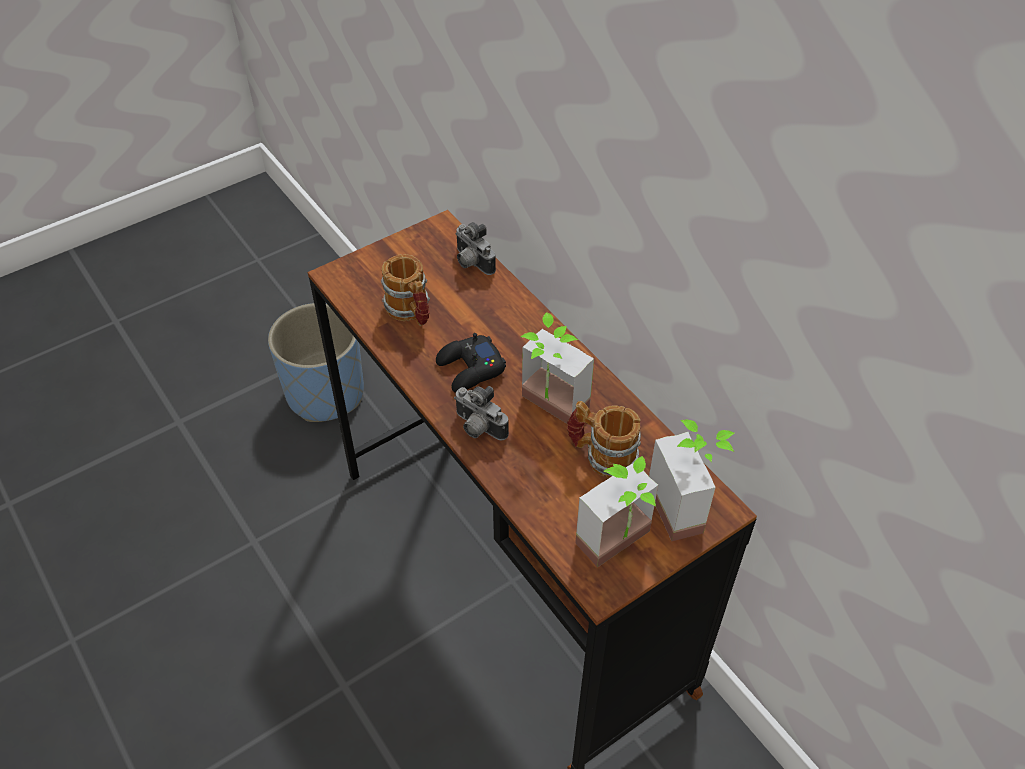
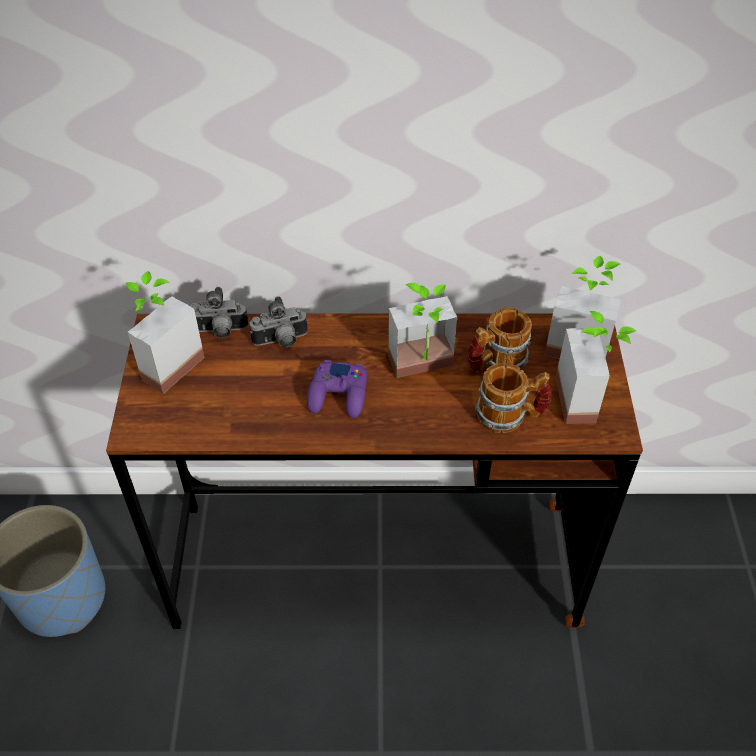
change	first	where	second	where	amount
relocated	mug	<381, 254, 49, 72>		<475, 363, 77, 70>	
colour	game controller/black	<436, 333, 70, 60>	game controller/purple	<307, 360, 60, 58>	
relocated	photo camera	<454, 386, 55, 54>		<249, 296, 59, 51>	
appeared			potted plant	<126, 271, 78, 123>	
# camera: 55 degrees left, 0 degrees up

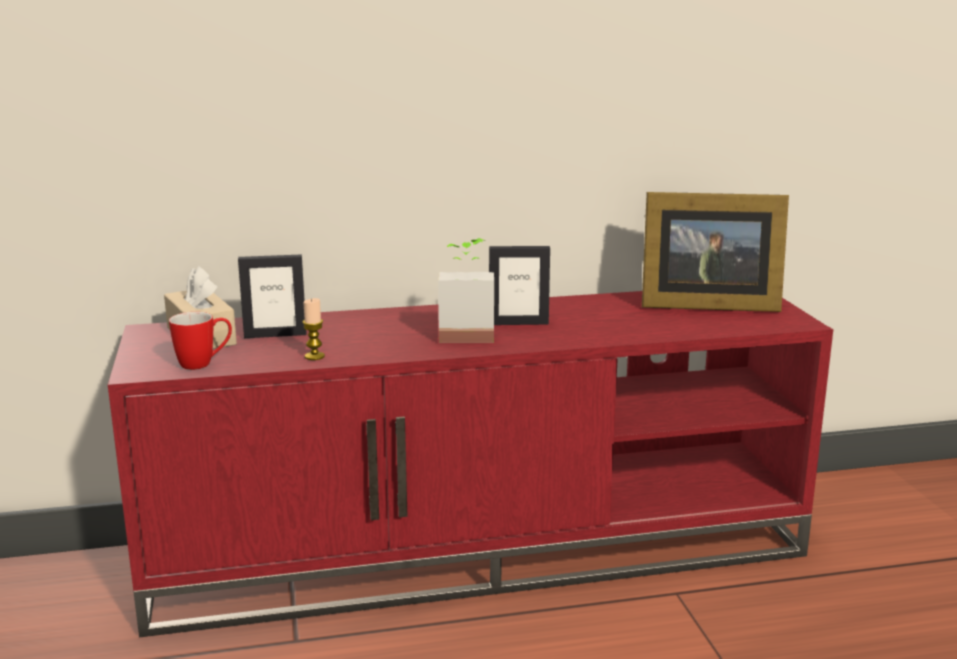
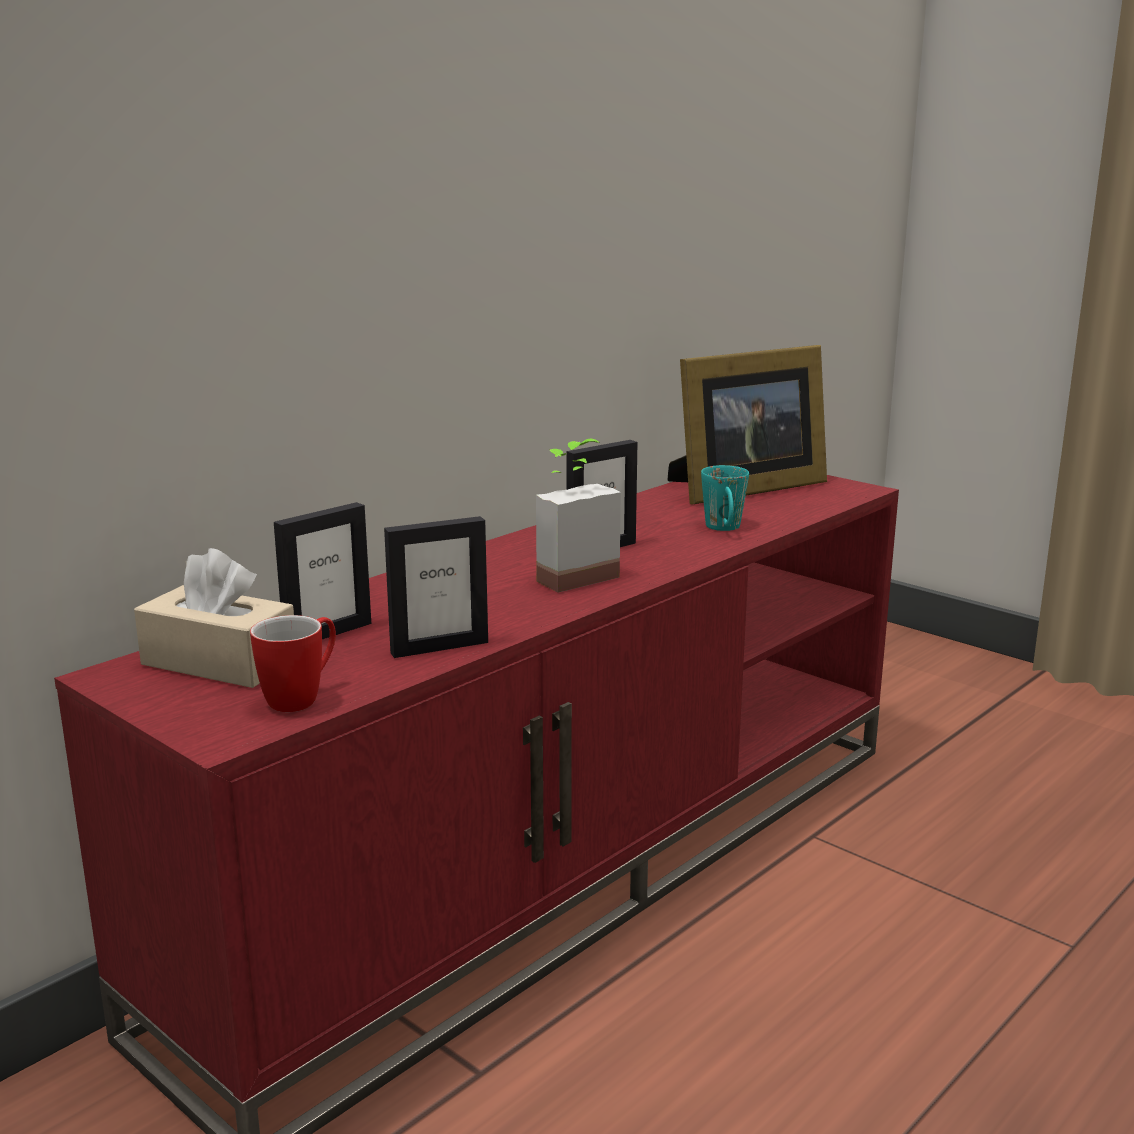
change	first	where	second	where	amount
exchanged	candle	<302, 298, 23, 62>	picture frame	<384, 516, 104, 142>	
appeared			mug/turquoise	<701, 465, 48, 66>	
# camera: 35 degrees left, 0 degrees up

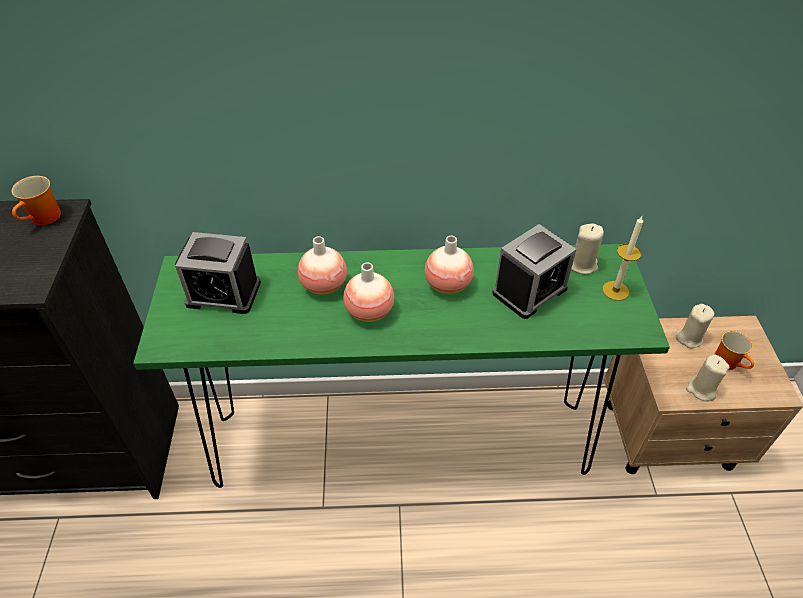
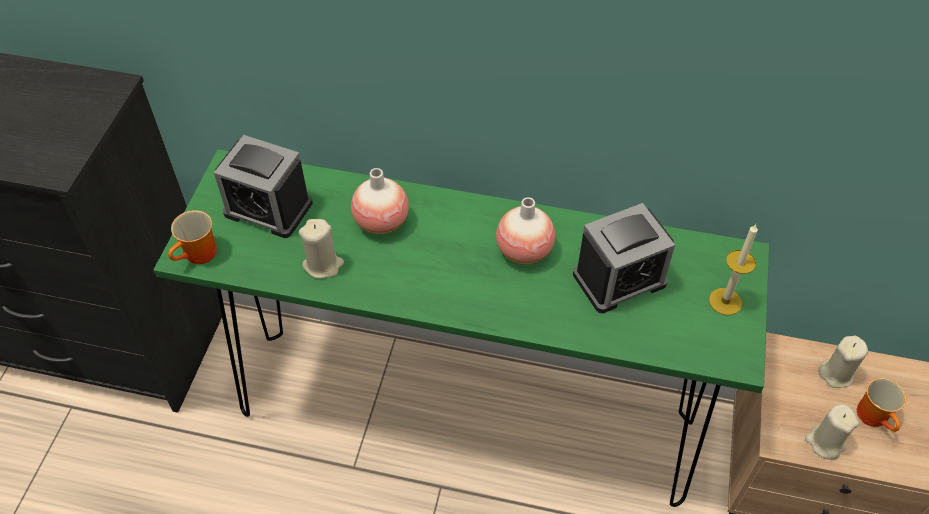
change	first	where	second	where	amount
relocated	mug	<11, 176, 50, 50>		<168, 210, 49, 54>	
relocated	candle/beige	<571, 223, 33, 51>		<299, 219, 45, 60>	
missing	vase	<343, 262, 51, 60>			
# camera: 15 degrees right, 5 degrees up

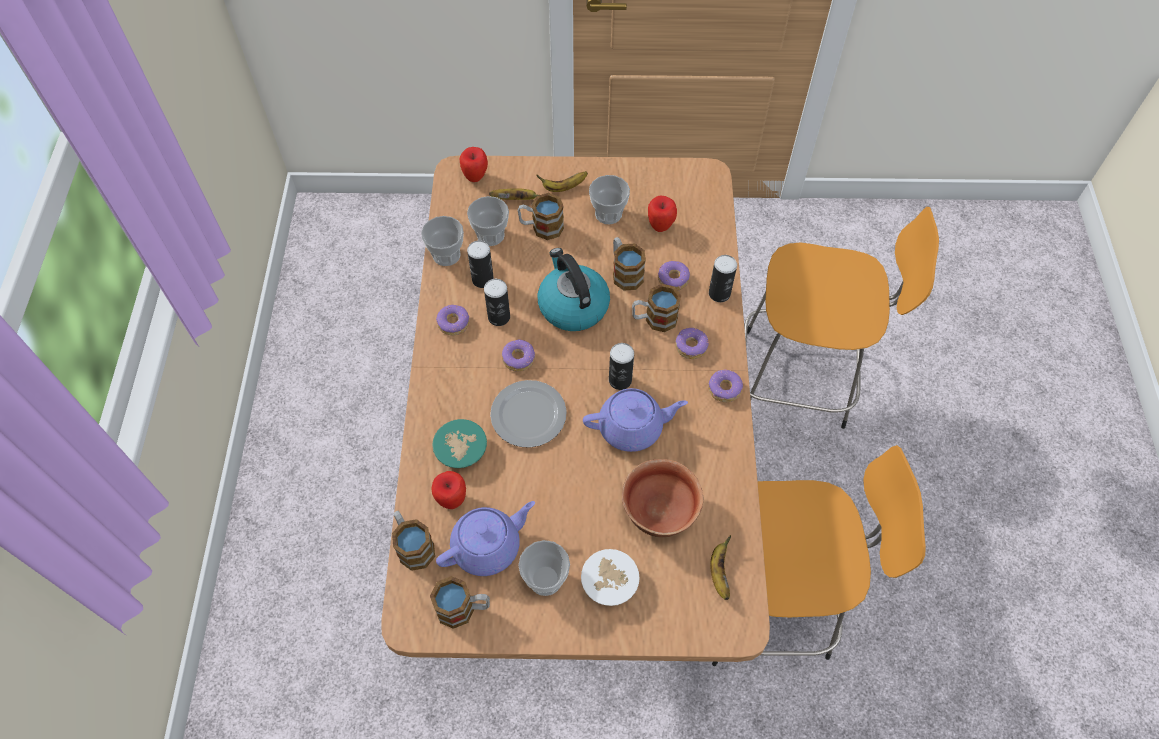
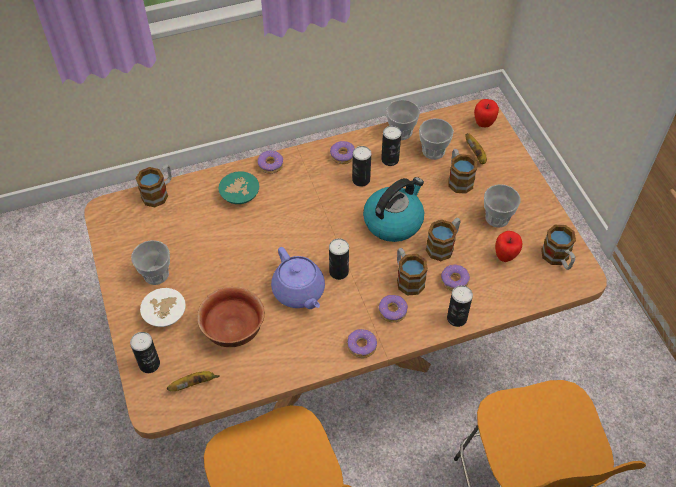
change	first	where	second	where	amount
missing	banana	<537, 171, 51, 21>			
relocated	donut	<502, 340, 33, 31>		<258, 150, 25, 24>	
missing	plate	<490, 380, 77, 68>			
missing	apple	<431, 471, 35, 38>			
missing	teapot/purple	<436, 501, 99, 75>			
relocated	mug	<430, 576, 60, 53>		<541, 225, 35, 45>	
appeared			can	<130, 332, 30, 41>	
# camera: 70 degrees right, 5 degrees down

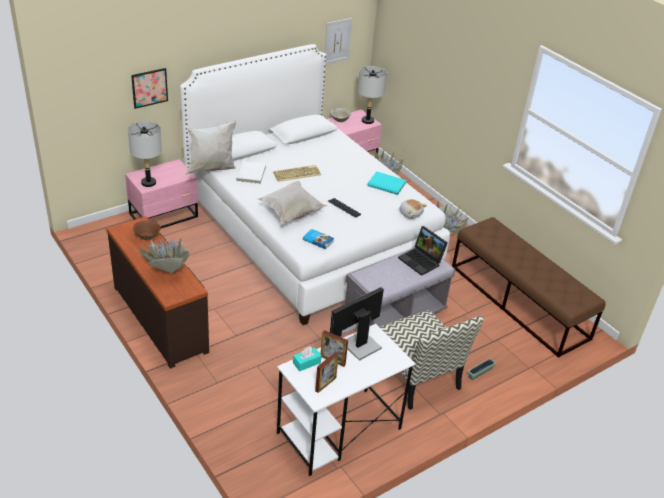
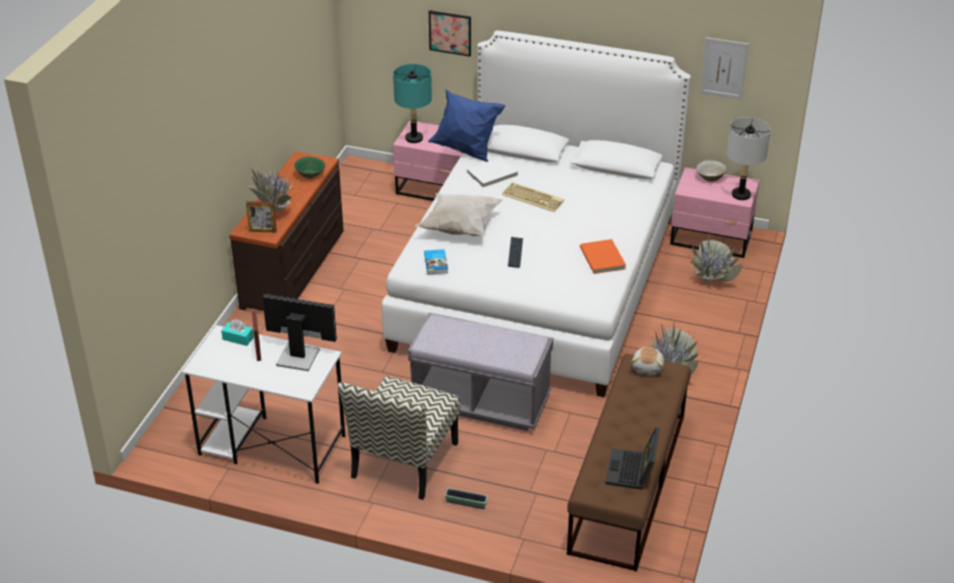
change	first	where	second	where	amount
colour	pillow/white	<185, 120, 51, 55>	pillow/blue	<428, 89, 77, 73>	
colour	table lamp/grey	<128, 121, 34, 66>	table lamp/turquoise	<393, 64, 39, 79>	
colour	book/turquoise	<367, 172, 39, 23>	book/orange	<580, 239, 46, 35>	
relocated	plush toy	<399, 199, 28, 20>		<632, 347, 32, 28>	
colour	bowl/brown	<133, 221, 28, 19>	bowl/green	<294, 157, 31, 22>	
relocated	laptop	<398, 226, 50, 50>		<605, 428, 55, 62>	
relocated	picture frame	<315, 352, 24, 41>		<246, 201, 31, 32>	
# camera: 55 degrees right, 0 degrees up

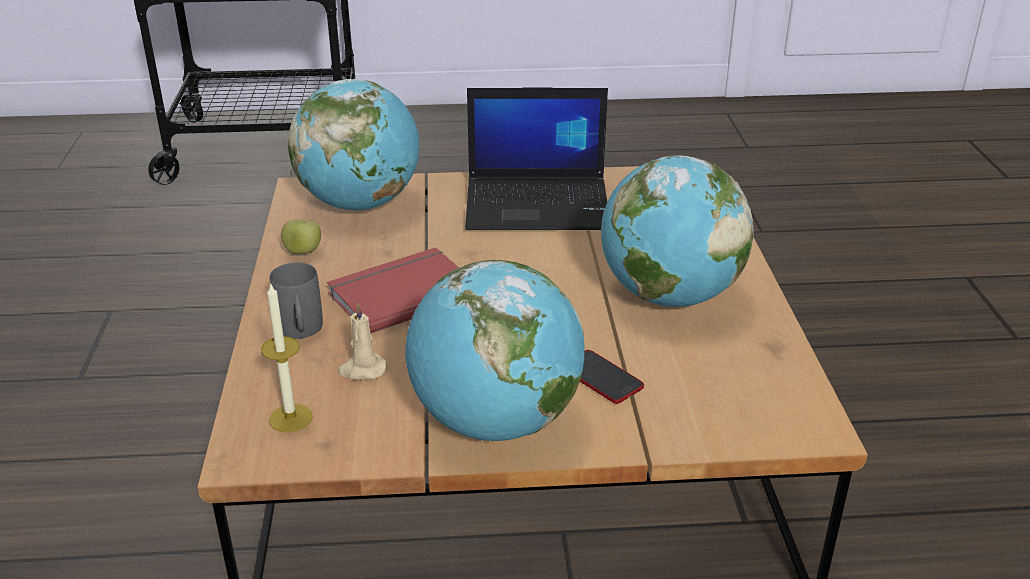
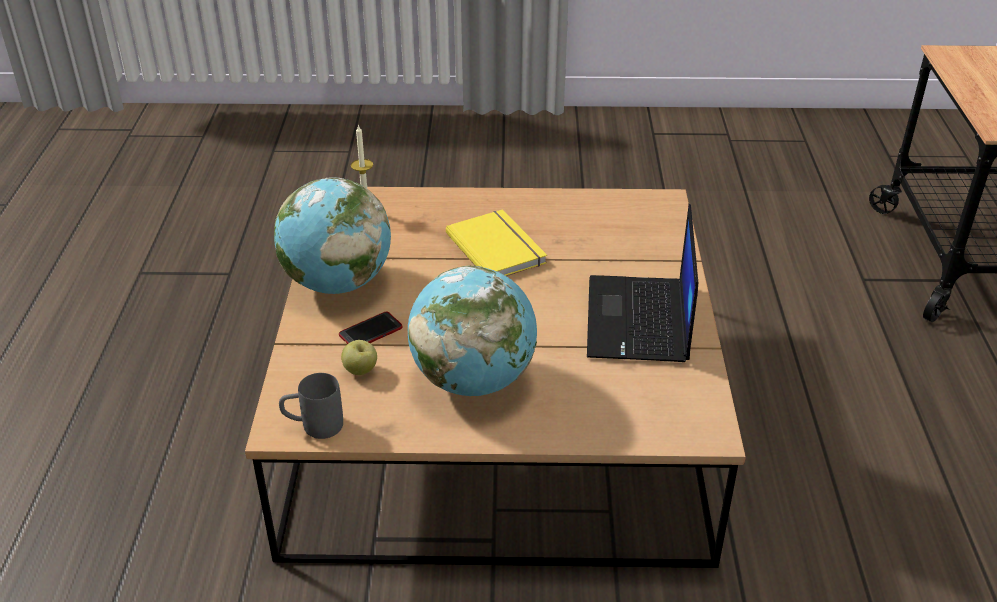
change	first	where	second	where	amount
missing	globe	<288, 79, 132, 132>			
relocated	apple	<281, 219, 40, 35>		<341, 340, 36, 35>	
colour	book/red	<327, 247, 132, 86>	book/yellow	<446, 209, 101, 67>	
relocated	mug/grey	<270, 262, 53, 77>		<279, 373, 64, 66>	
missing	candle/beige	<337, 302, 50, 78>			
# camera: 95 degrees right, 5 degrees up

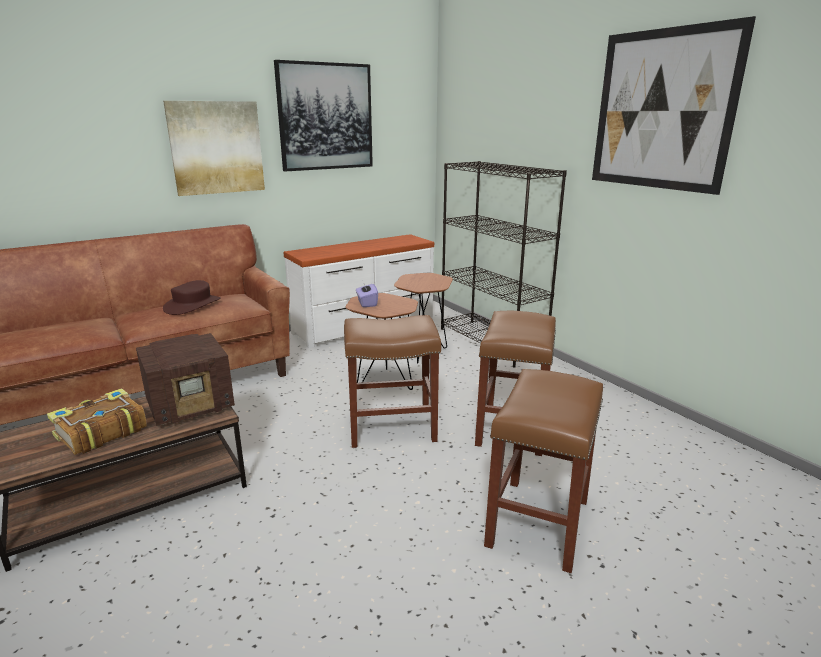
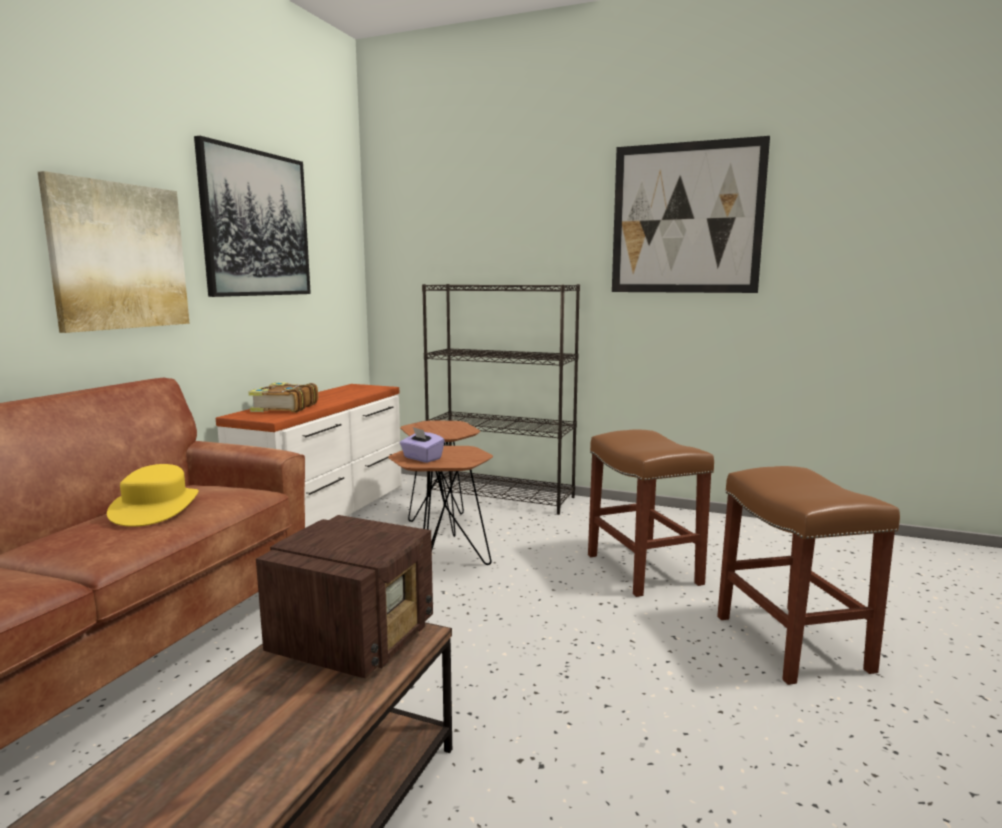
change	first	where	second	where	amount
colour	hat/brown	<163, 280, 58, 35>	hat/yellow	<107, 464, 92, 63>	
missing	stool/brown	<344, 315, 97, 133>			
relocated	book	<47, 388, 100, 67>		<248, 382, 70, 31>	
# camera: 35 degrees left, 10 degrees down

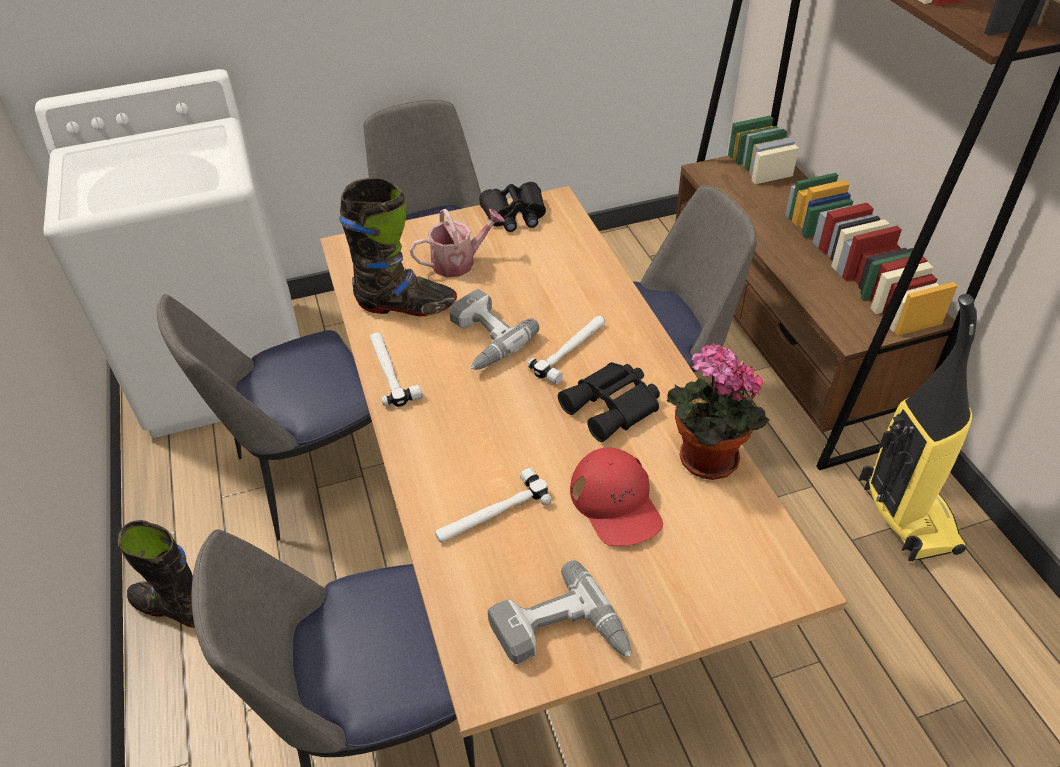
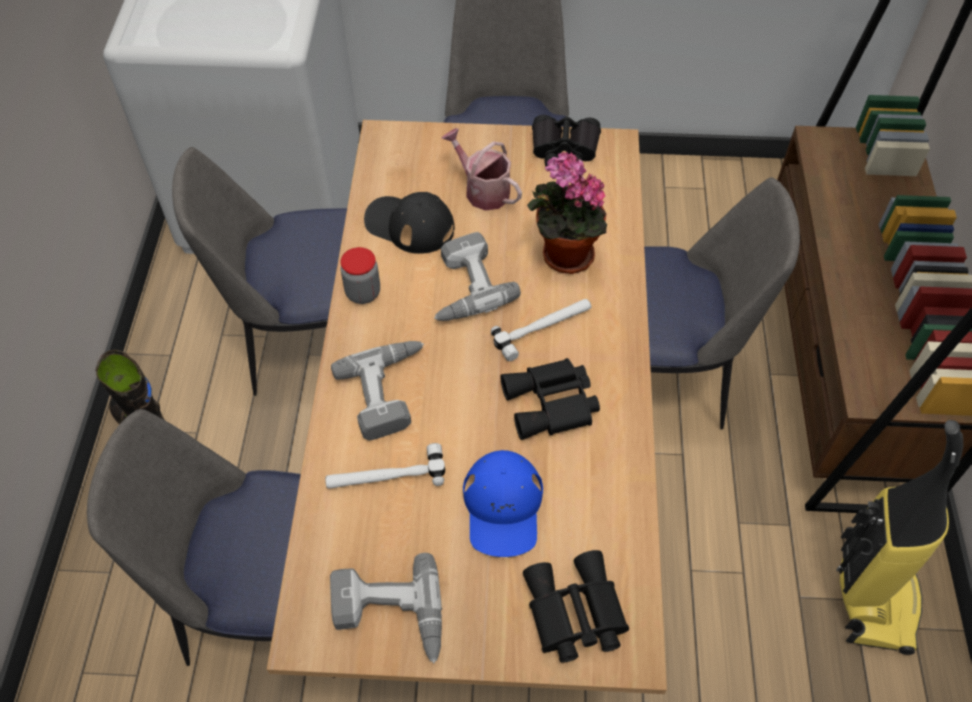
change	first	where	second	where	amount
exchanged	boot/black	<339, 177, 118, 139>	cap/black	<364, 192, 91, 62>	
spun	watering can	<409, 209, 96, 69>		<442, 128, 80, 83>	135 degrees counterclockwise
exchanged	hammer	<370, 332, 53, 75>	jar	<341, 247, 39, 57>	
relocated	potted plant	<666, 343, 104, 137>		<527, 152, 80, 122>	
colour	cap/red	<570, 448, 93, 98>	cap/blue	<463, 450, 80, 107>	
appeared			power drill	<331, 341, 93, 99>	
appeared			binoculars/black	<523, 550, 106, 113>	
# camera: 20 degrees right, 10 degrees up

